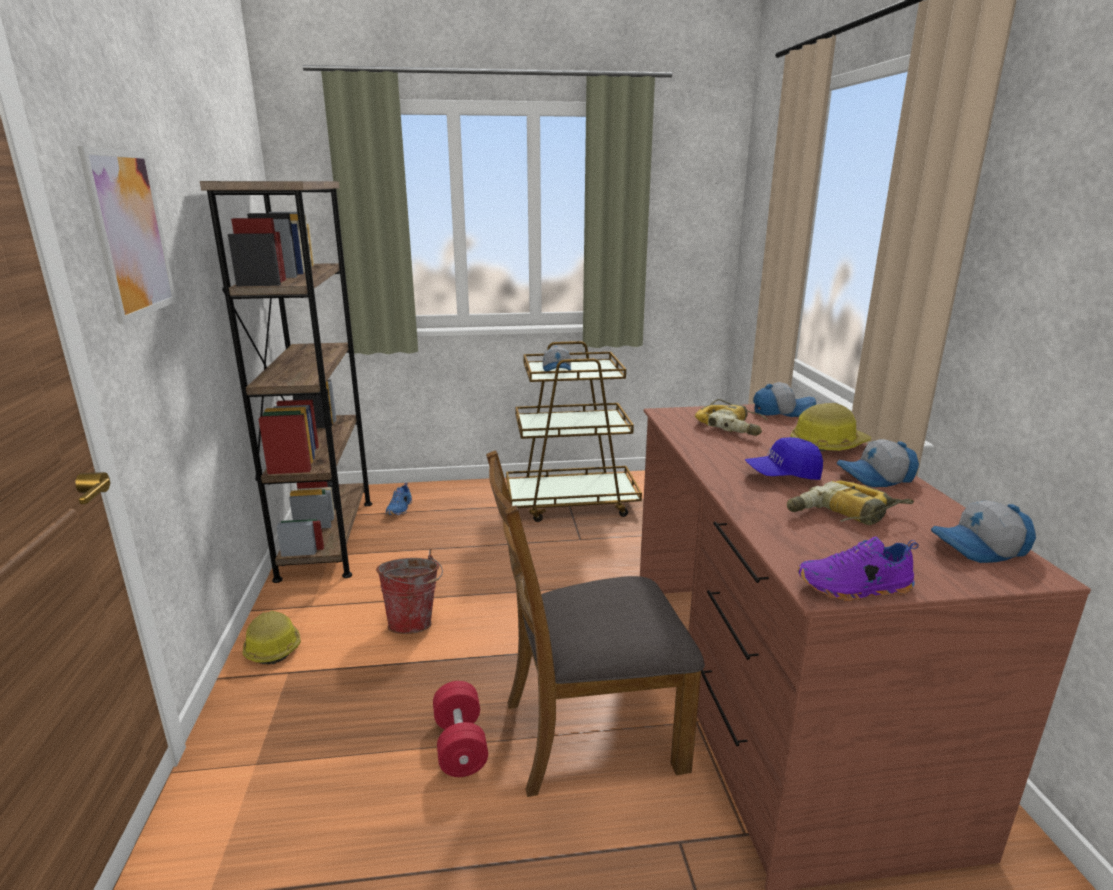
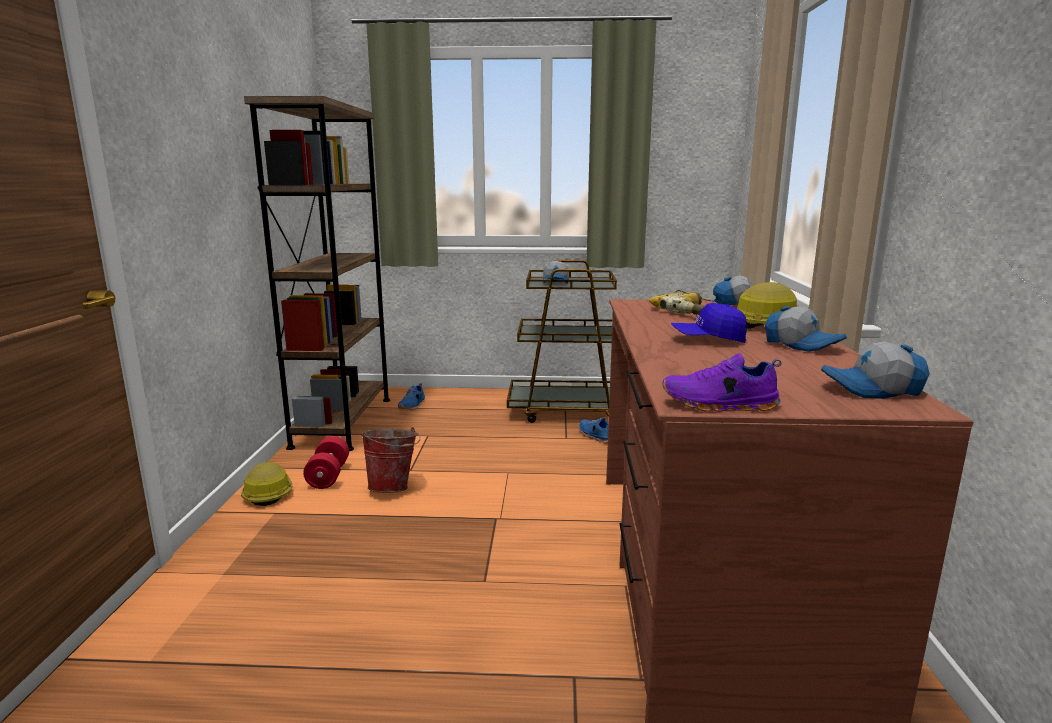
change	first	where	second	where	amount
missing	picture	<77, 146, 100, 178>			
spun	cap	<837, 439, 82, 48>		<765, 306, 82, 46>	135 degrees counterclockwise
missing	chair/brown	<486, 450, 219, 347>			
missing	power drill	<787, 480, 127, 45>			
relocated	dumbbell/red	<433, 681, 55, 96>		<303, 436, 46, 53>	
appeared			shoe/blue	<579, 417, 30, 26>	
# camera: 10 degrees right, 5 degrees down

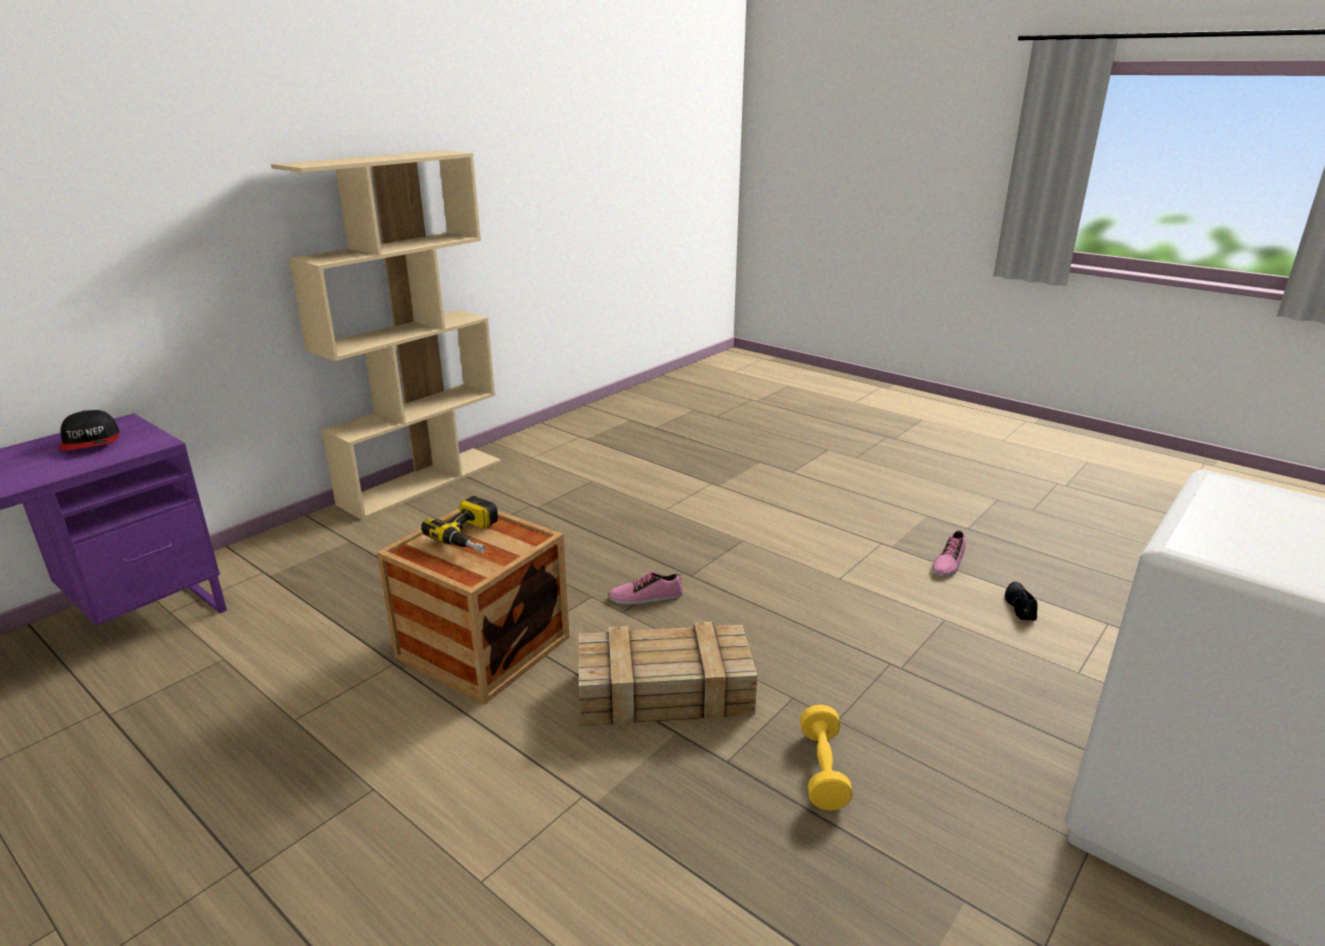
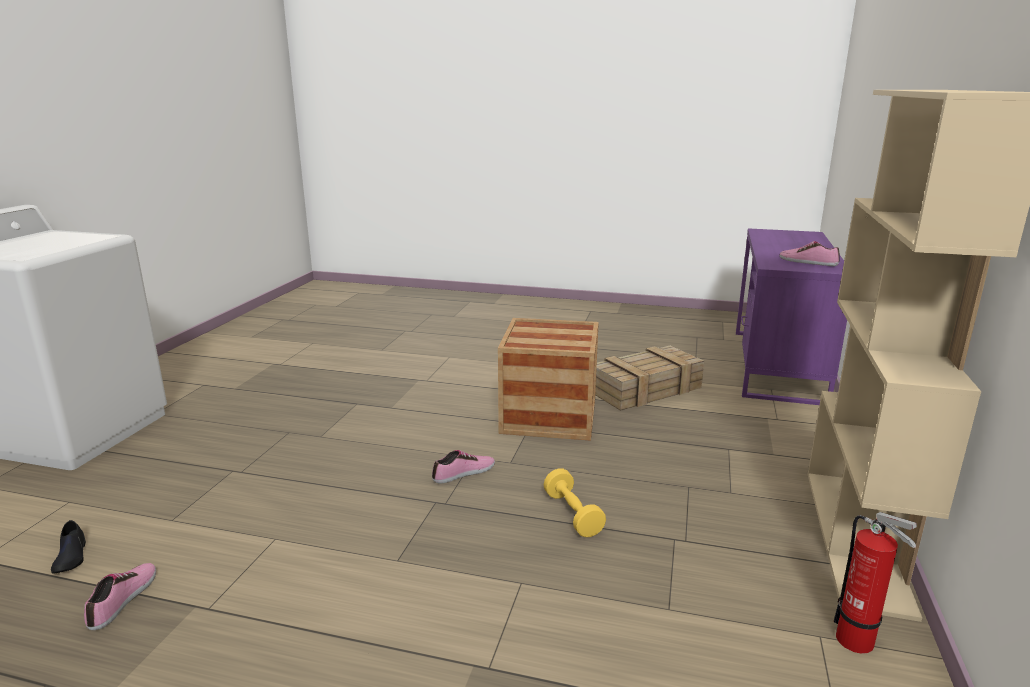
change	first	where	second	where	amount
exchanged	cap	<59, 410, 61, 41>	shoe	<779, 241, 61, 25>	
missing	power drill	<421, 496, 77, 57>			
relocated	crate	<579, 622, 178, 104>		<595, 346, 109, 65>	
relocated	dumbbell/yellow	<800, 705, 53, 105>		<544, 469, 62, 68>	
appeared			fire extinguisher	<834, 512, 83, 142>	
# camera: 155 degrees right, 5 degrees down

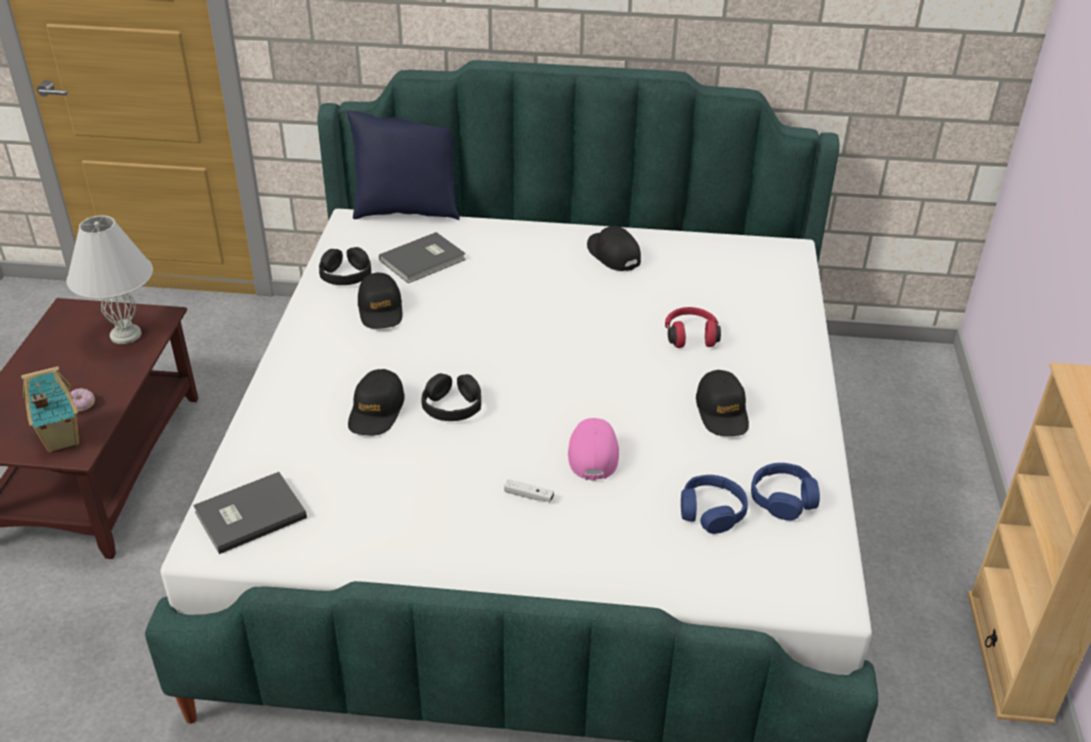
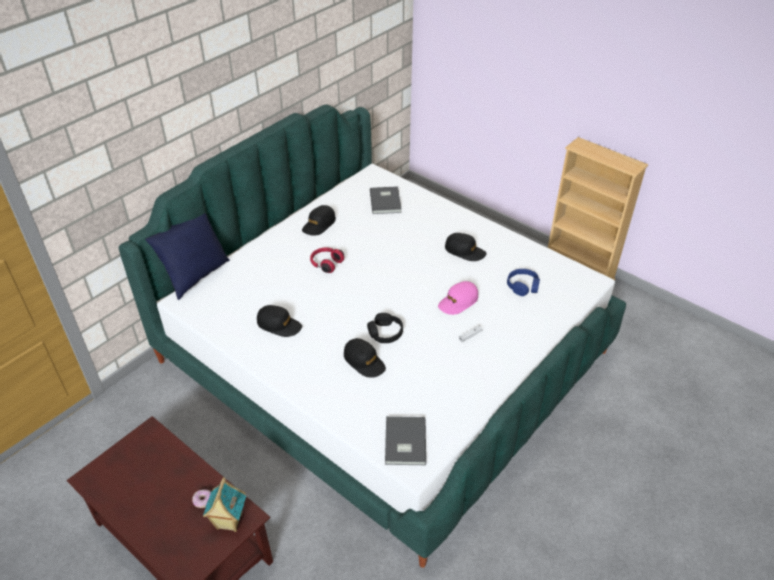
change	first	where	second	where	amount
missing	table lamp/white	<67, 216, 86, 128>			
spun	cap/black	<587, 226, 54, 45>		<302, 205, 34, 31>	60 degrees counterclockwise
relocated	book/grey	<379, 232, 87, 51>		<370, 186, 32, 28>	
missing	headphones/black	<319, 247, 52, 38>			
relocated	headphones/red	<665, 307, 56, 41>		<310, 247, 34, 26>	
spun	cap/pink	<568, 418, 51, 62>		<438, 281, 40, 34>	75 degrees counterclockwise
missing	headphones/blue	<751, 463, 69, 58>			
# camera: 55 degrees left, 5 degrees up

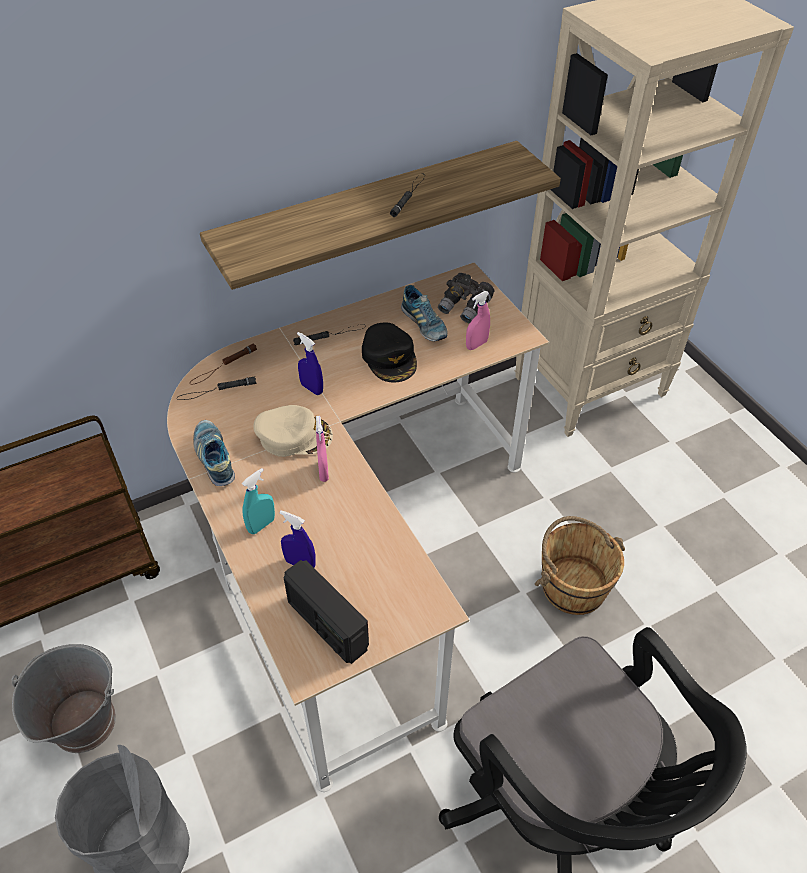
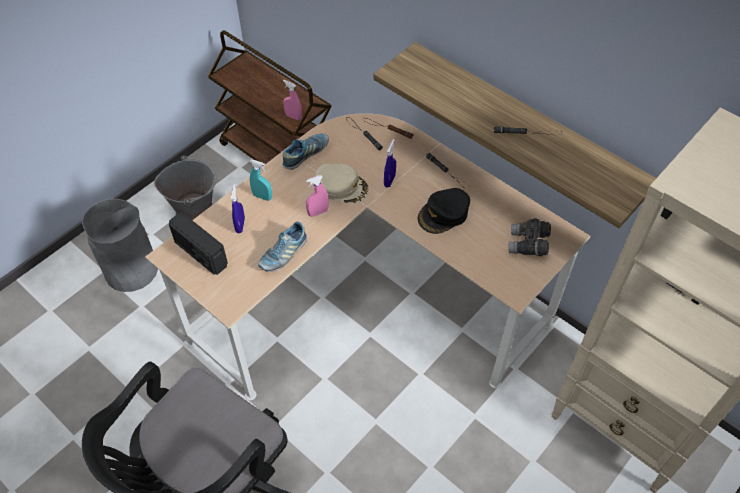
change	first	where	second	where	amount
relocated	shoe	<401, 285, 47, 56>		<258, 222, 49, 50>	
relocated	spray bottle/pink	<466, 291, 24, 59>		<283, 80, 19, 40>	
spun	cap/beige	<253, 405, 80, 52>		<315, 163, 54, 41>	45 degrees counterclockwise
missing	bucket/brown	<535, 516, 90, 99>			
spun	radio	<284, 560, 85, 104>		<169, 213, 59, 62>	75 degrees counterclockwise
# camera: 70 degrees right, 5 degrees up

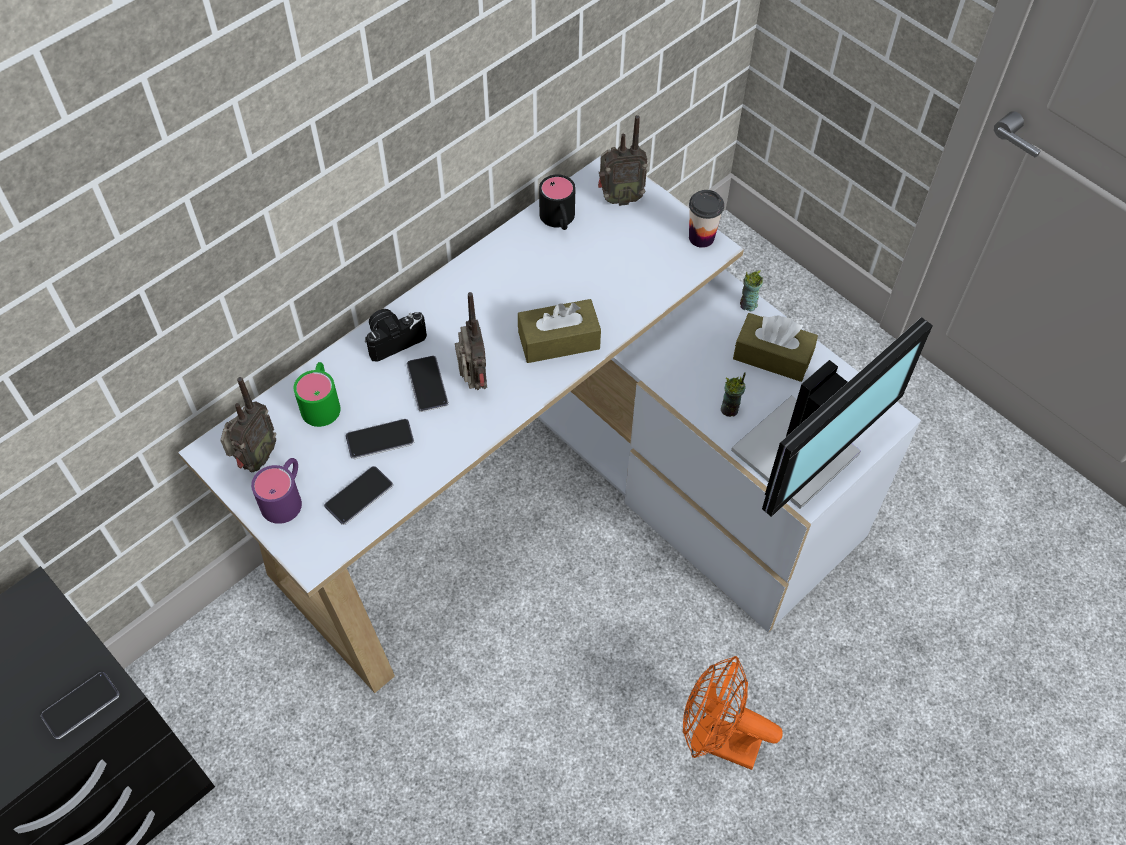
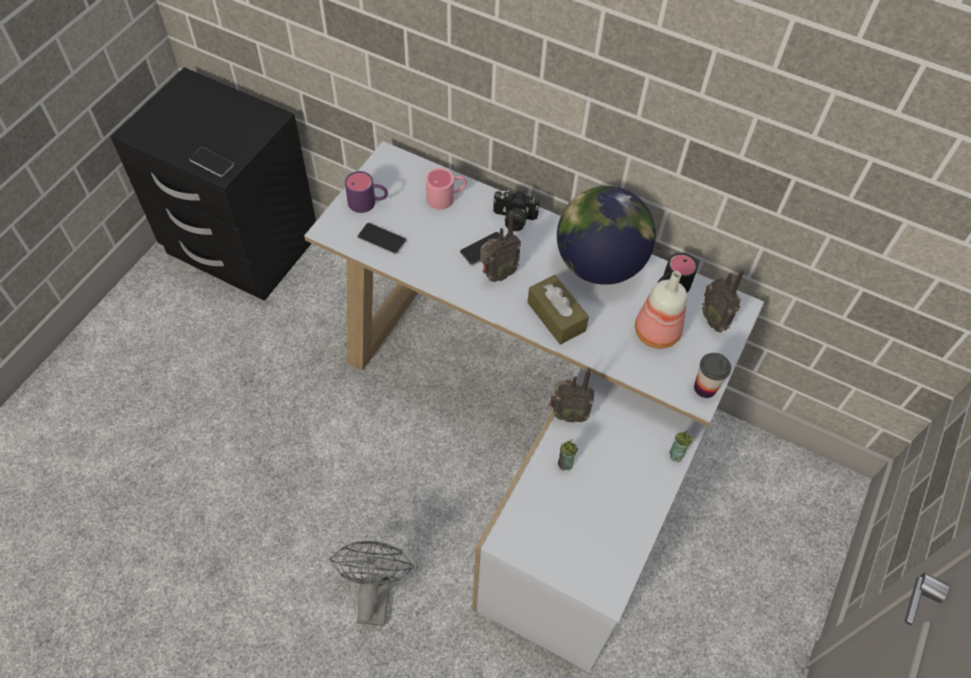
change	first	where	second	where	amount
spun	photo camera	<365, 309, 62, 53>		<493, 190, 47, 41>	150 degrees clockwise
missing	tissue box/brown	<733, 313, 85, 69>			
missing	monitor	<731, 317, 202, 200>			
colour	mug/green	<294, 362, 47, 65>	mug/pink	<426, 168, 41, 42>	
relocated	radio	<220, 377, 56, 96>		<549, 367, 45, 56>	
missing	phone	<346, 419, 68, 40>			
colour	fan/orange	<683, 656, 100, 114>	fan/grey	<329, 541, 85, 85>	
appeared			globe	<557, 186, 99, 99>	
appeared			bottle	<635, 271, 52, 78>	
# camera: 70 degrees right, 0 degrees up

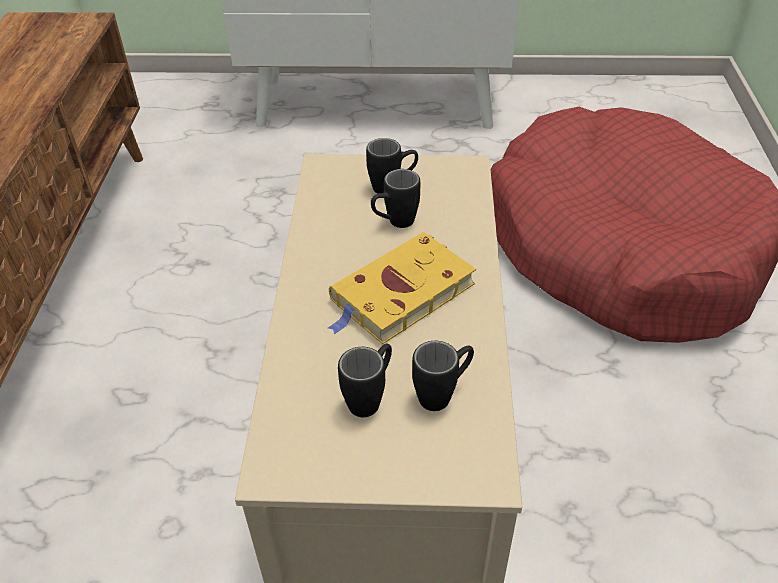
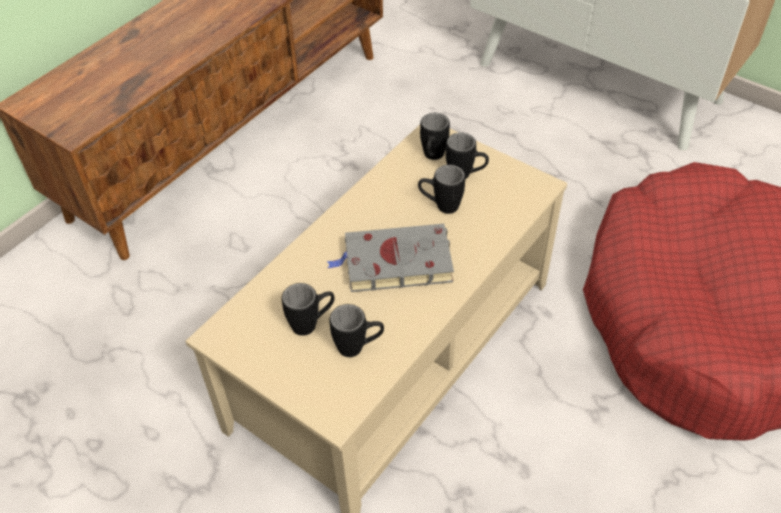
change	first	where	second	where	amount
colour	book/yellow	<328, 232, 148, 112>	book/grey	<327, 224, 127, 68>	
appeared			mug/black	<420, 113, 30, 47>	
# camera: 35 degrees right, 5 degrees up

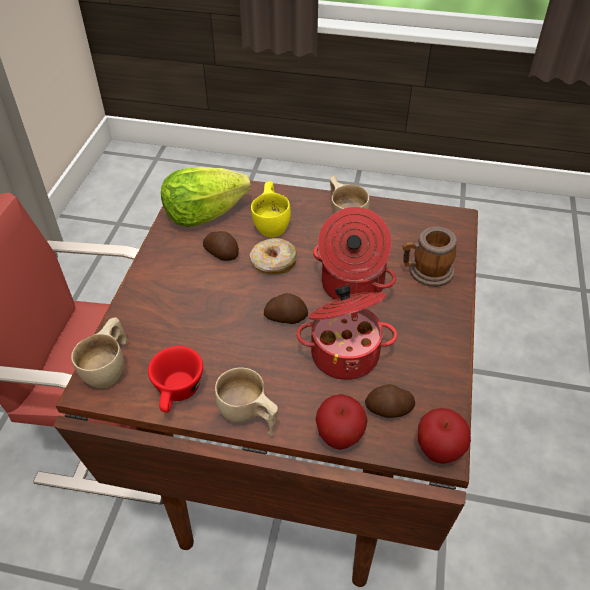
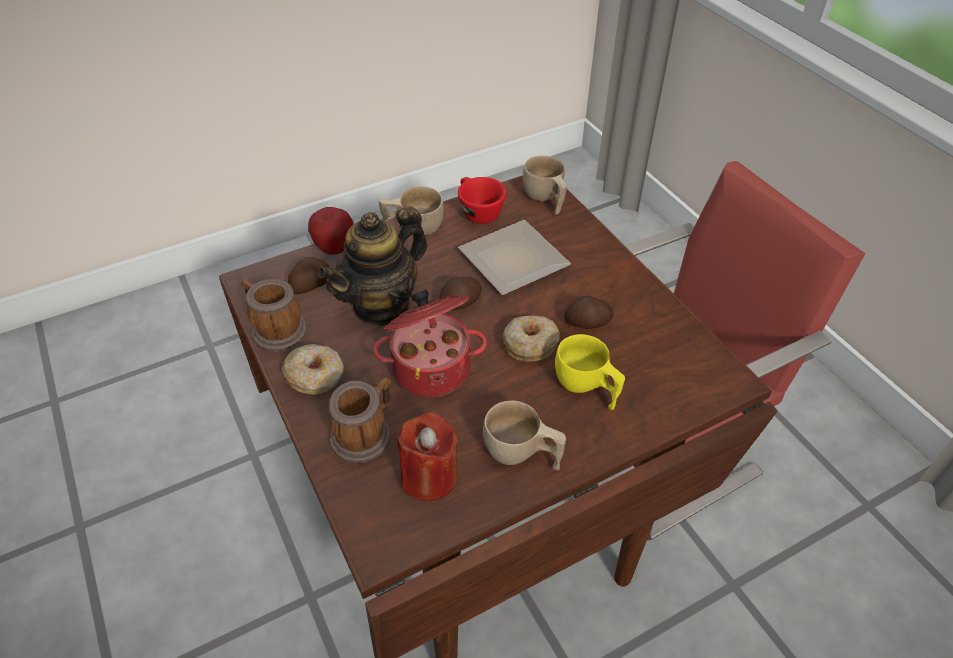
change	first	where	second	where	amount
missing	lettuce	<161, 167, 90, 60>			
exchanged	cooking pot	<296, 285, 101, 95>	teapot	<317, 206, 110, 121>	
missing	apple	<418, 408, 53, 56>			
appeared			plate	<458, 220, 113, 75>	
appeared			mug	<241, 279, 66, 73>	
appeared			donut	<282, 344, 62, 51>	
appeared			candle/red	<396, 412, 62, 89>	
# camera: 140 degrees right, 0 degrees up

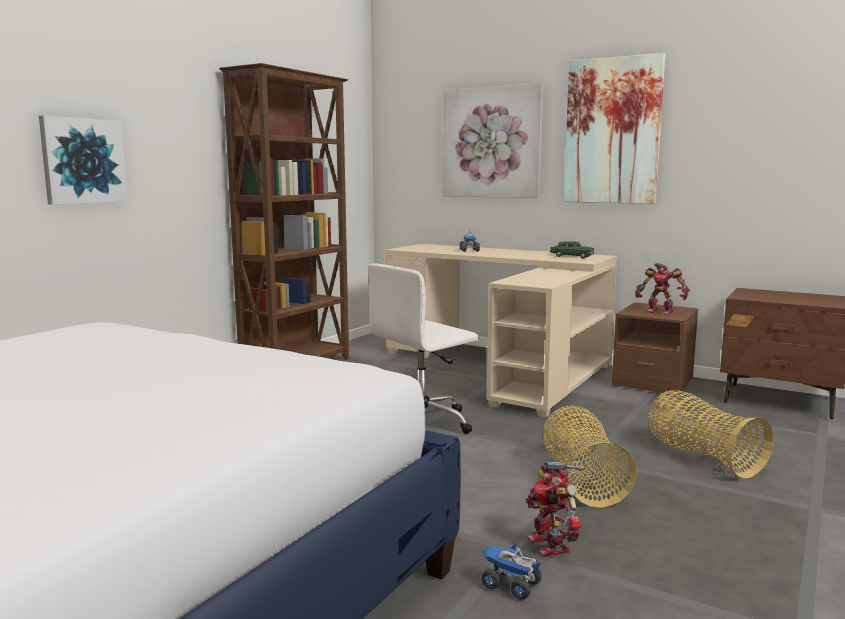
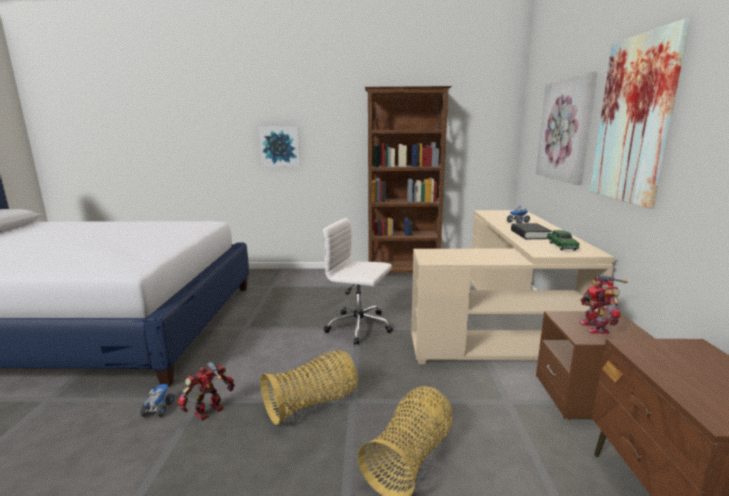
change	first	where	second	where	amount
appeared			book/black	<511, 223, 41, 16>	
# camera: 60 degrees right, 5 degrees up

